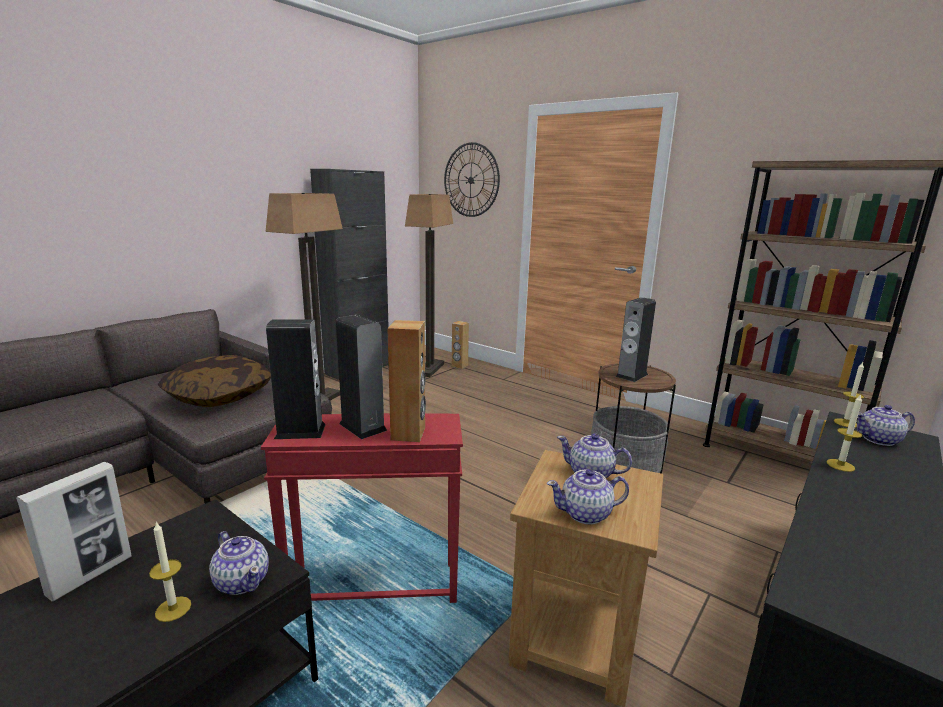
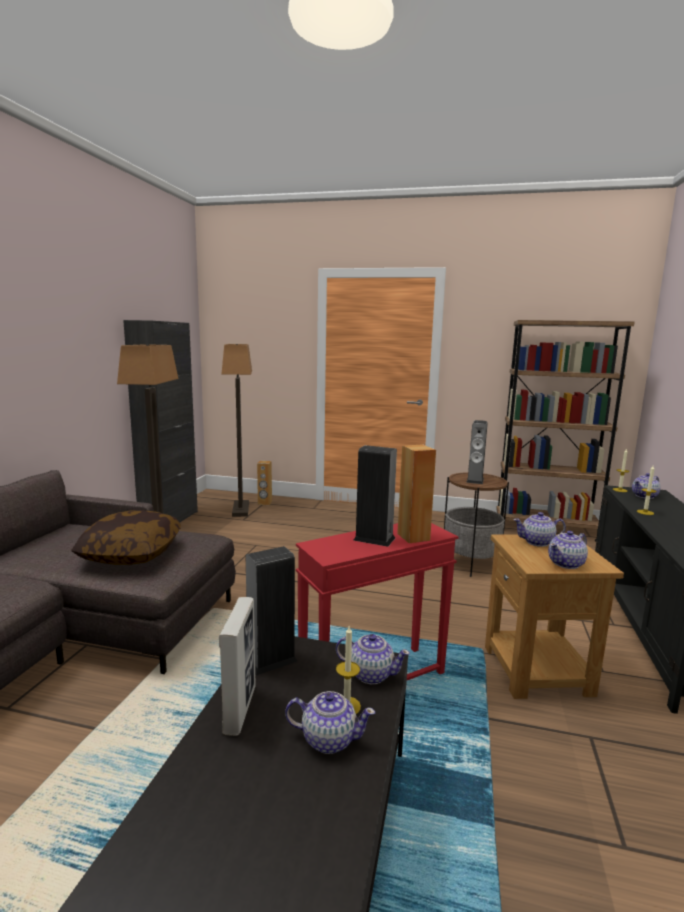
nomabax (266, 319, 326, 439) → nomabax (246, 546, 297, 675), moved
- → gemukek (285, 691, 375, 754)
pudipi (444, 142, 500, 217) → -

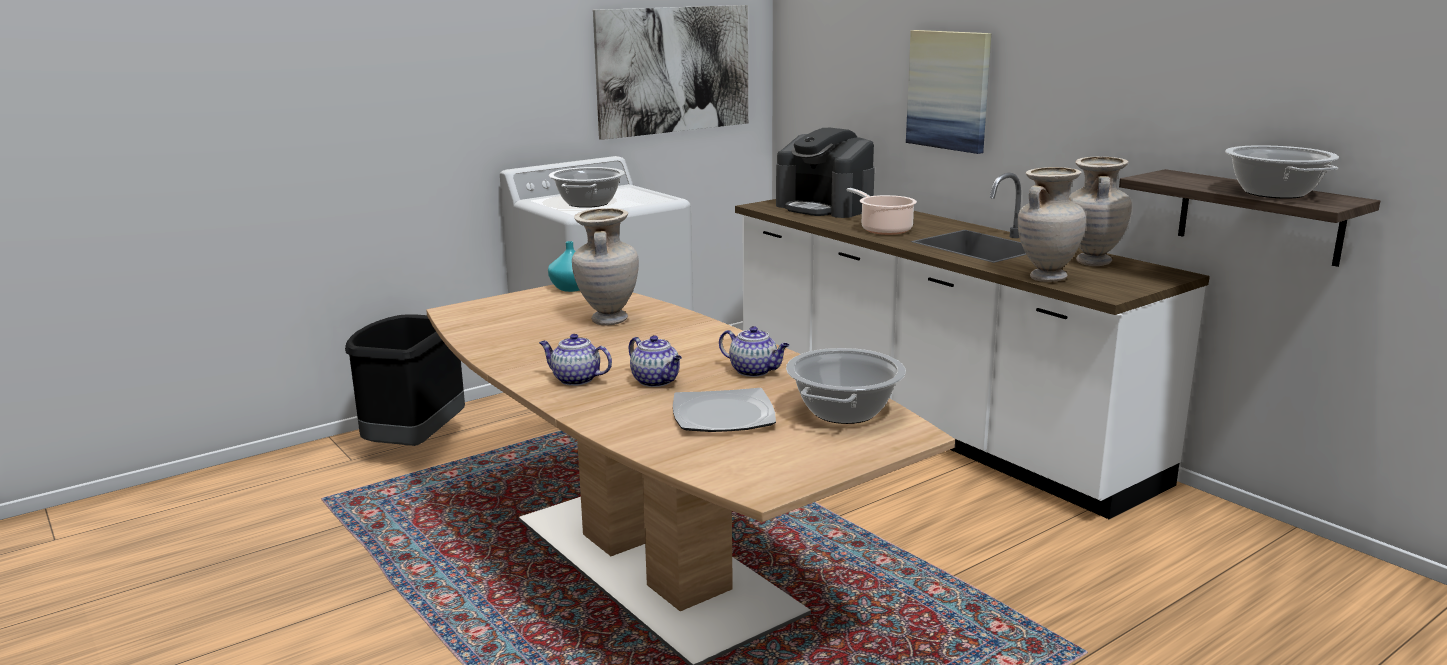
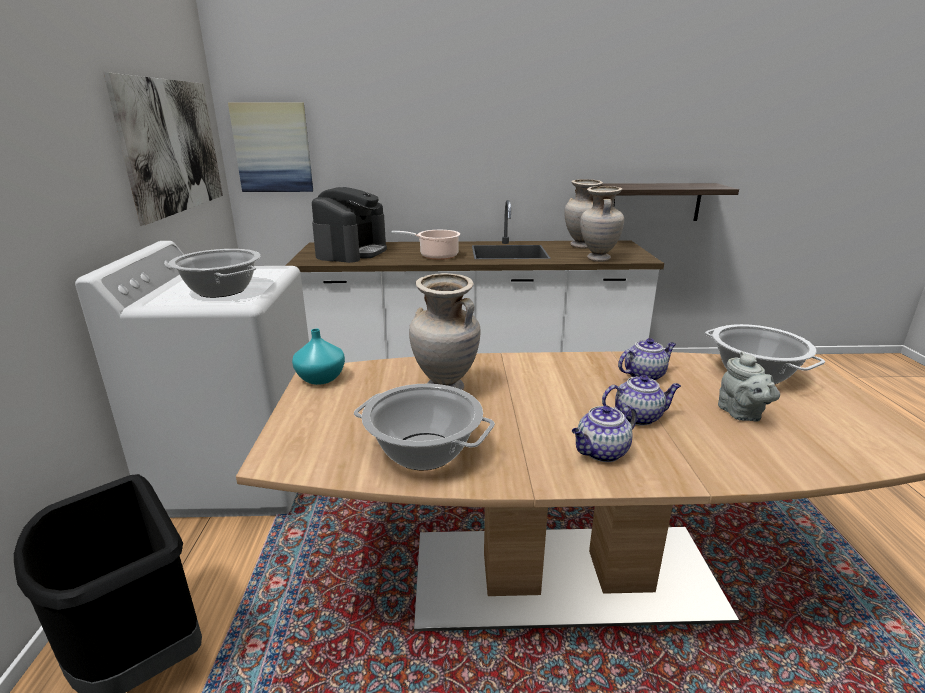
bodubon (906, 30, 991, 154) → bodubon (228, 102, 313, 192), moved
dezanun (776, 128, 875, 218) → dezanun (312, 187, 387, 263), 60 degrees counterclockwise
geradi (1225, 145, 1339, 199) → geradi (354, 384, 495, 470), moved
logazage (673, 388, 776, 432) → grey gemukek (718, 351, 780, 421)

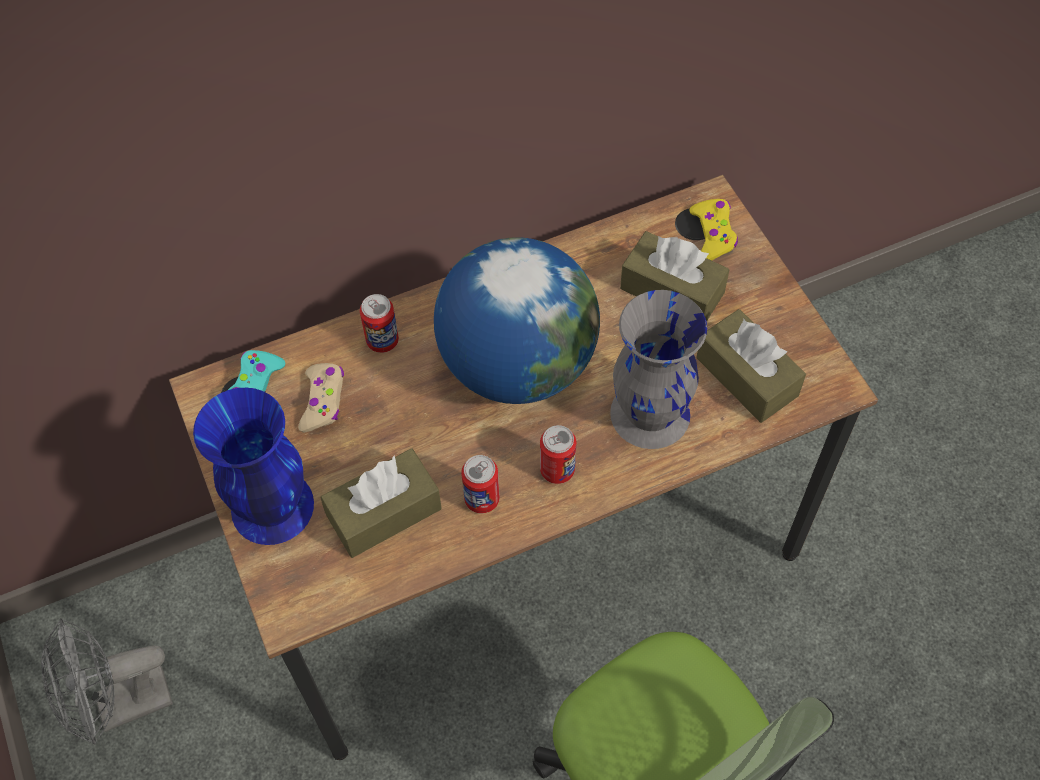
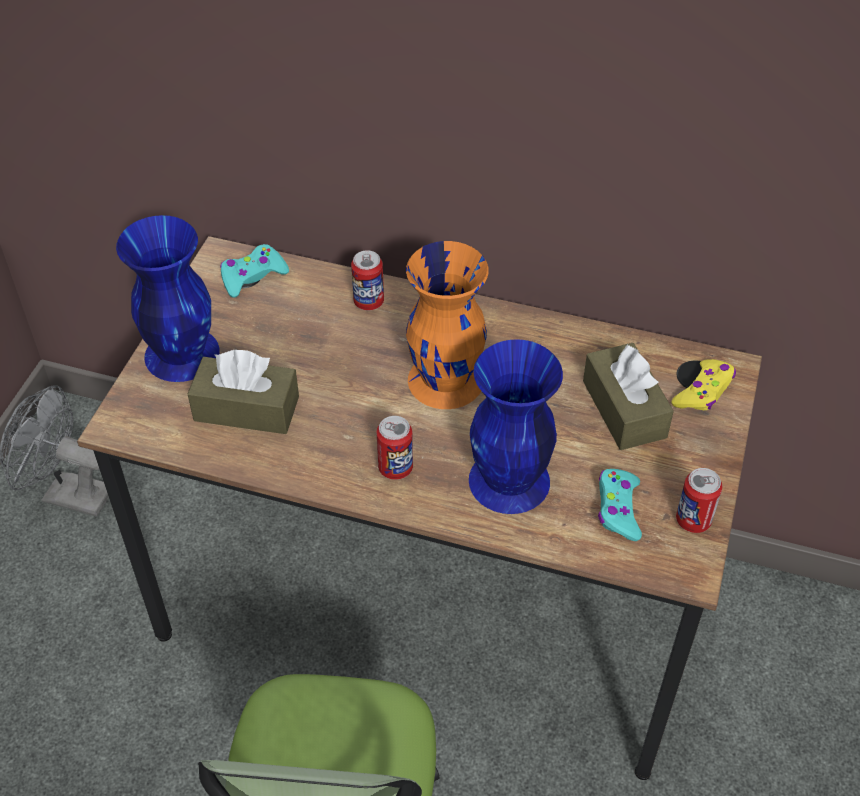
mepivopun (434, 237, 600, 404) → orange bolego (406, 241, 489, 409)
grey bolego (610, 290, 707, 449) → blue bolego (469, 339, 563, 514)
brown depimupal (696, 309, 806, 423) → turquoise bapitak (598, 469, 642, 541)
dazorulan (461, 455, 500, 513) → dazorulan (676, 468, 722, 533), moved
beige bapitak (298, 363, 344, 433) → -

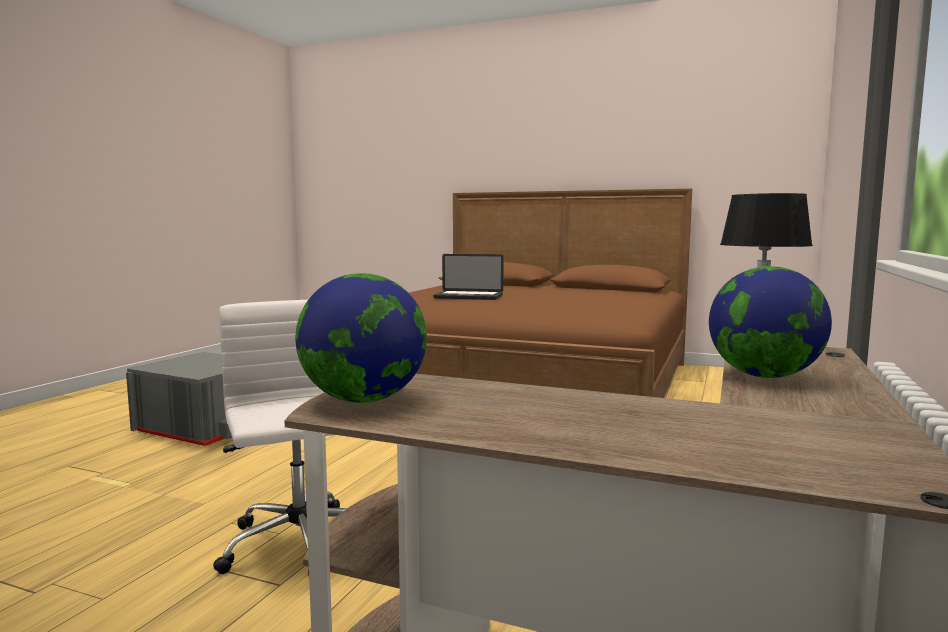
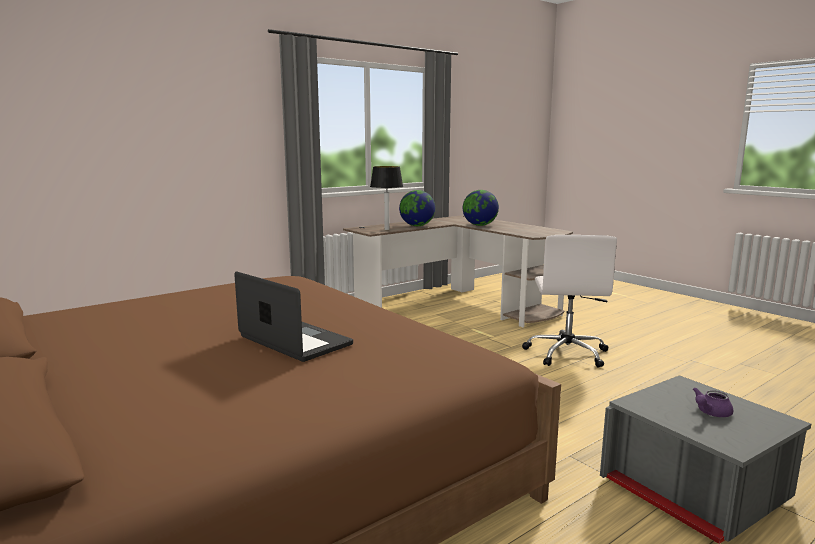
mepivopun (295, 273, 427, 403) → mepivopun (463, 190, 499, 226), moved
- → purple gemukek (693, 388, 733, 417)

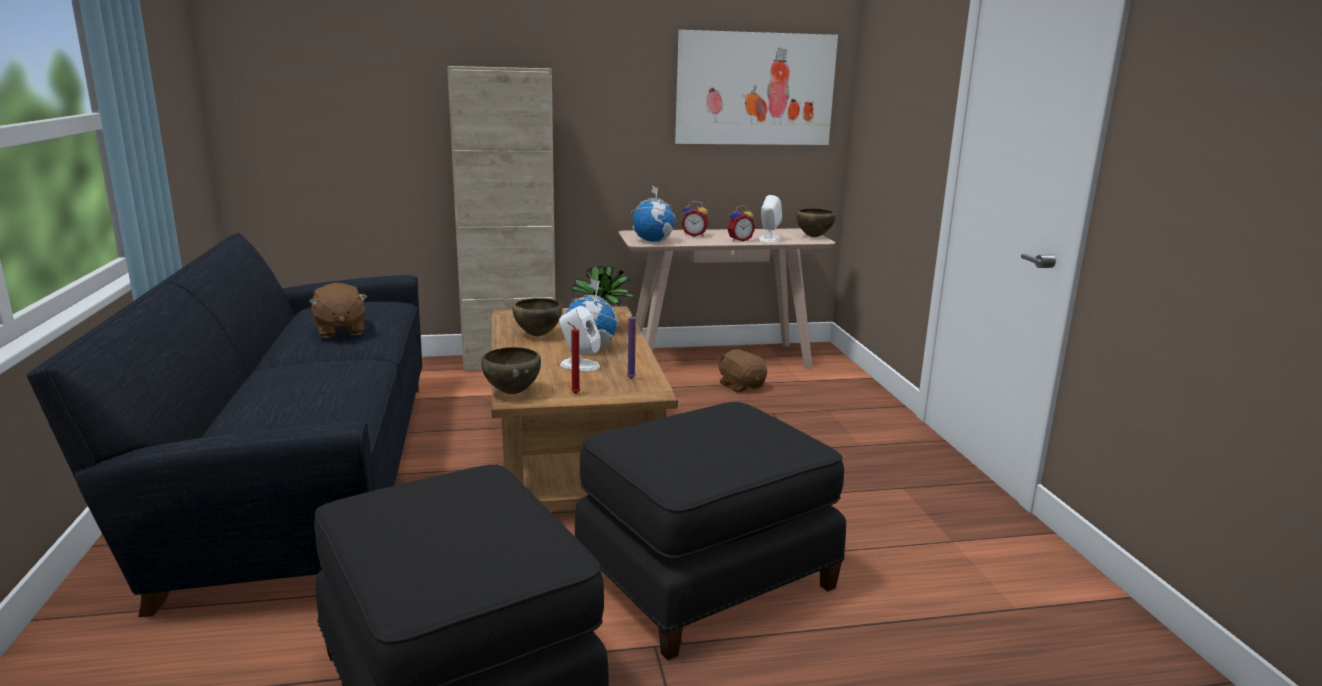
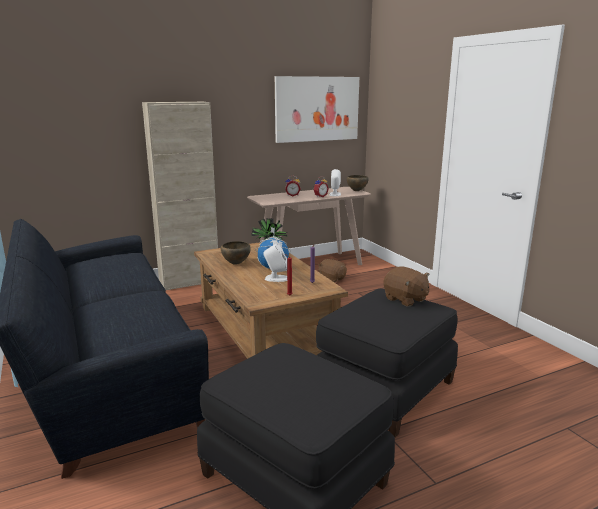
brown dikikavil (309, 283, 367, 338) → brown dikikavil (384, 266, 430, 307), moved
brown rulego (481, 347, 541, 394) → -
mepivopun (630, 185, 677, 242) → -

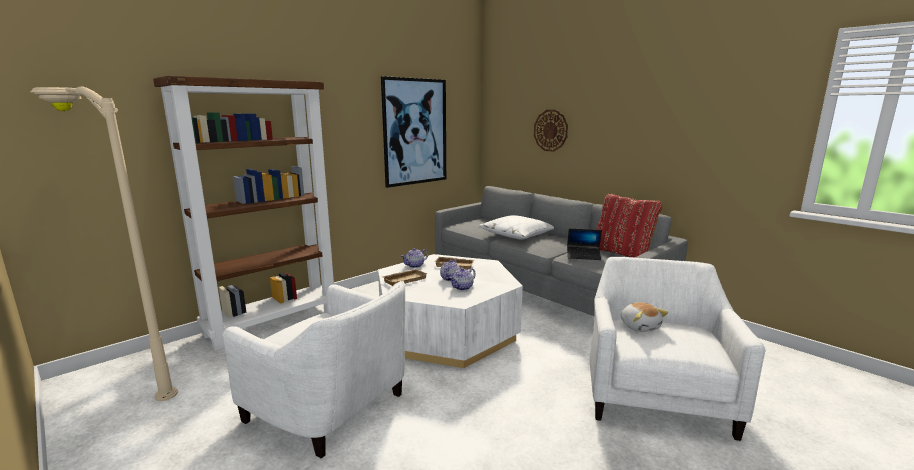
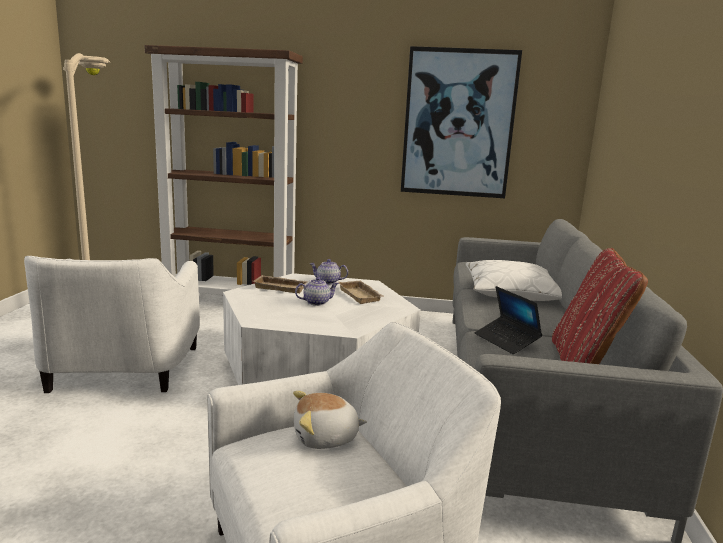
dikikavil (621, 302, 668, 332) → dikikavil (293, 391, 367, 449), 45 degrees clockwise
gemukek (449, 268, 476, 290) → -
pudipi (534, 110, 568, 152) → -

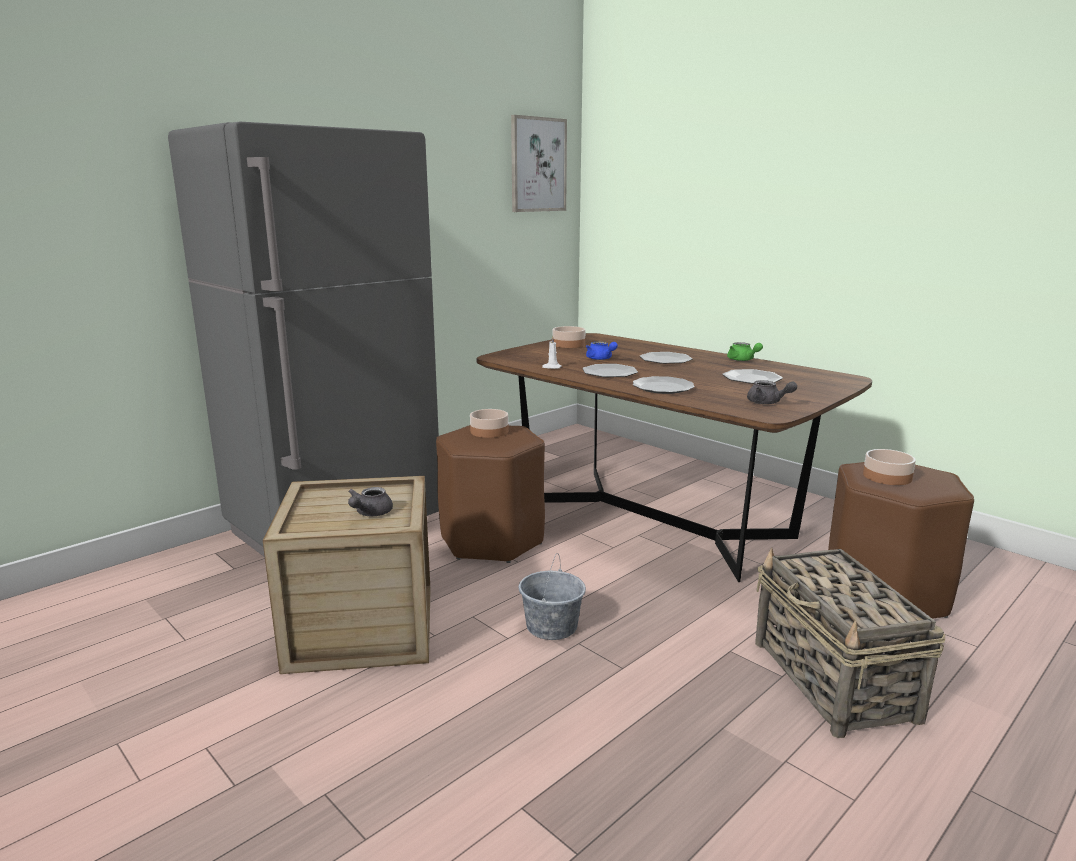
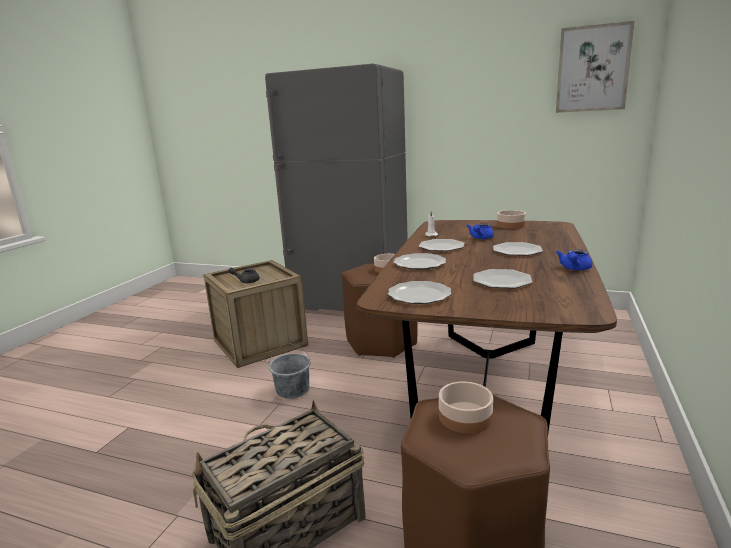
grey gemukek (747, 380, 797, 404) → logazage (388, 281, 451, 304)
green gemukek (727, 342, 763, 361) → blue gemukek (556, 249, 592, 270)

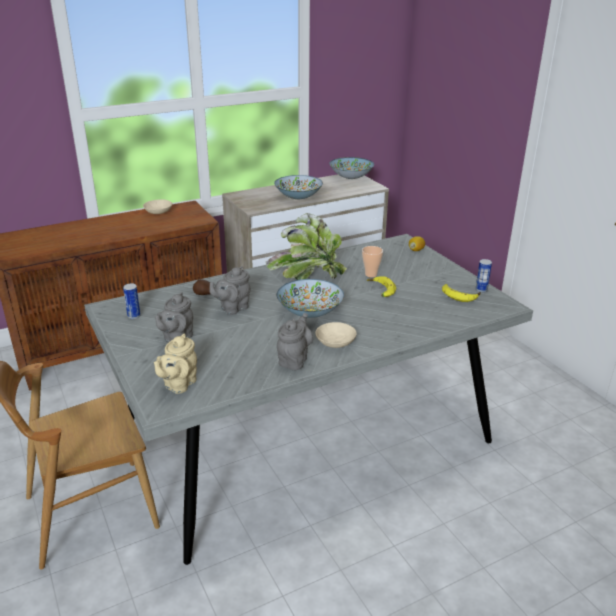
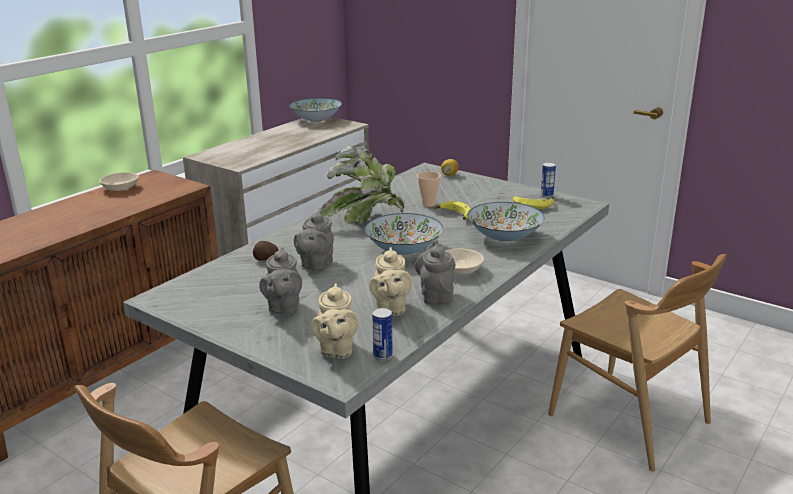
- → beige gemukek (369, 247, 412, 316)
dazorulan (123, 283, 141, 319) → dazorulan (372, 308, 393, 361), moved
rulego (274, 175, 323, 199) → rulego (468, 202, 545, 241), moved
- → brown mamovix (548, 254, 726, 472)

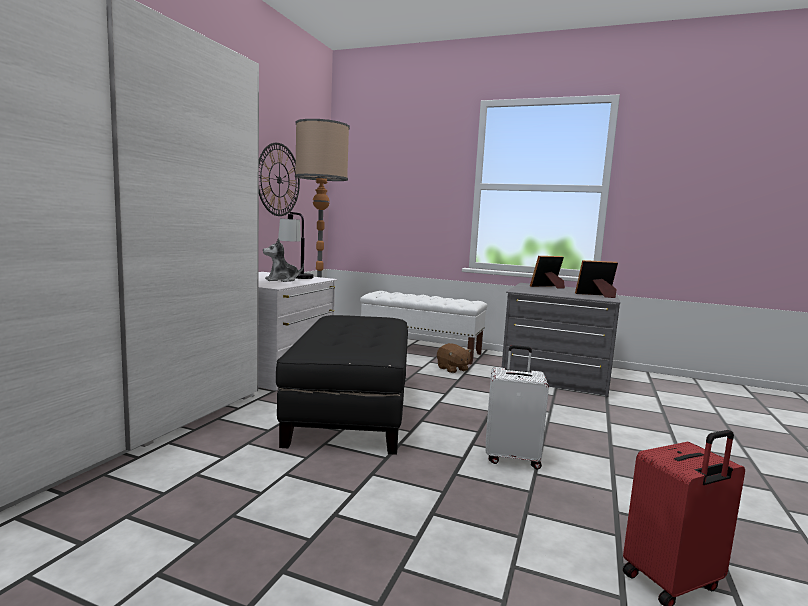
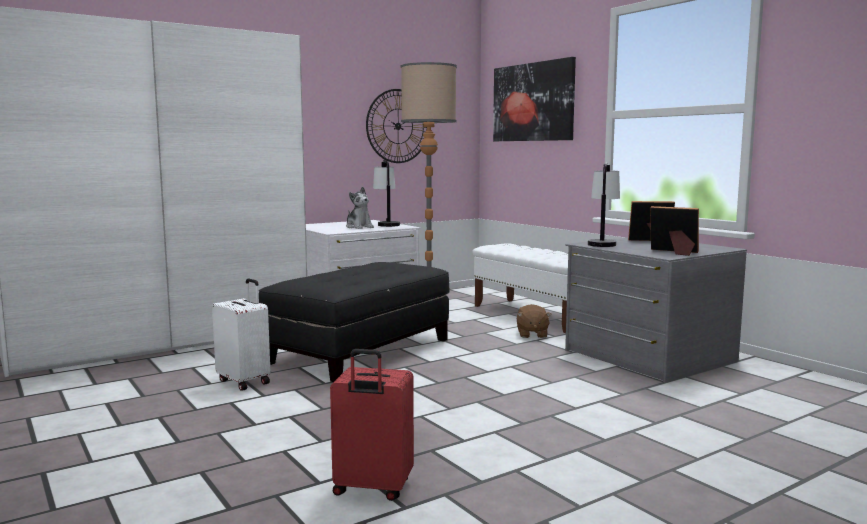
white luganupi (486, 345, 549, 469) → white luganupi (212, 278, 270, 391), moved
dikikavil (263, 238, 304, 282) → dikikavil (346, 186, 374, 229), 135 degrees counterclockwise
- → bodubon (493, 57, 576, 141)
- → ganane (588, 162, 620, 247)

